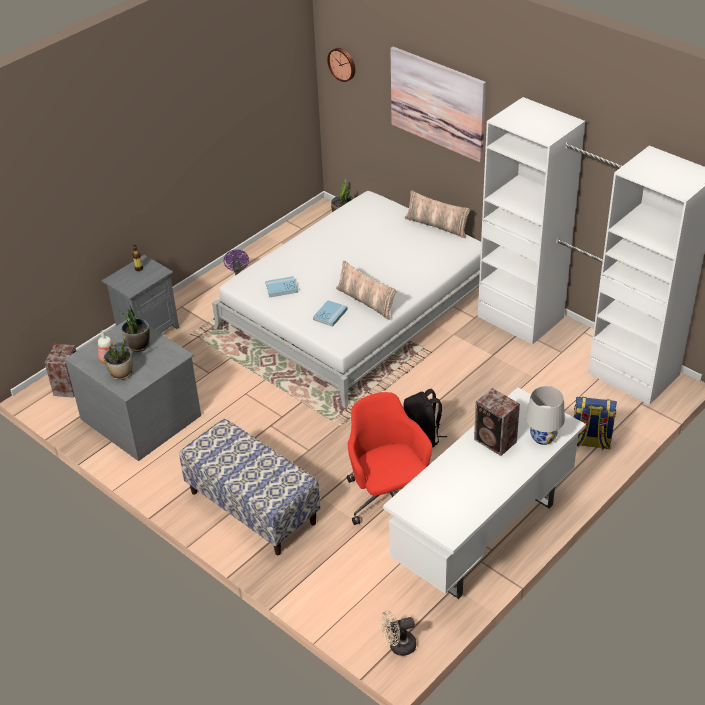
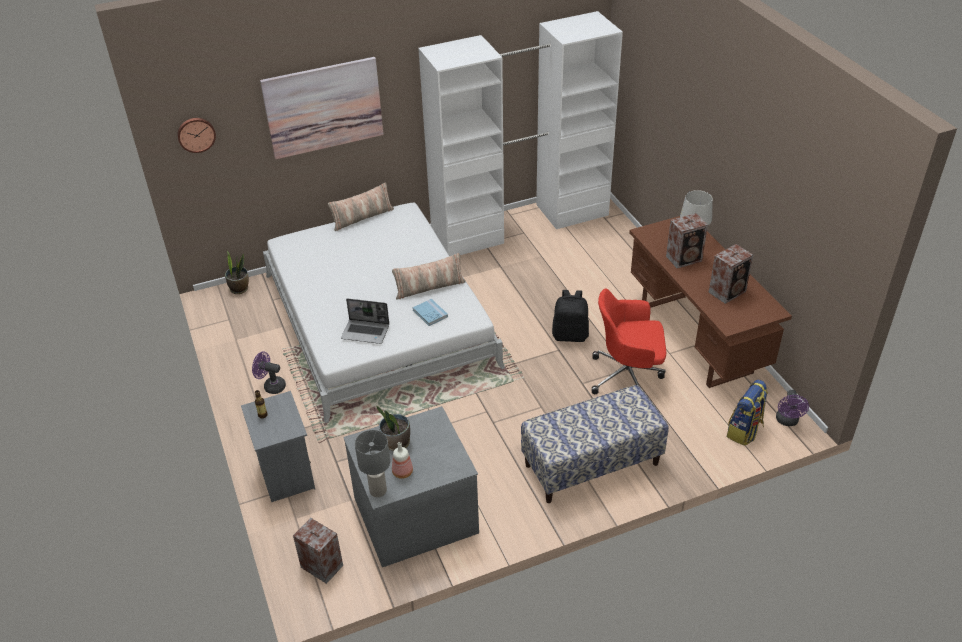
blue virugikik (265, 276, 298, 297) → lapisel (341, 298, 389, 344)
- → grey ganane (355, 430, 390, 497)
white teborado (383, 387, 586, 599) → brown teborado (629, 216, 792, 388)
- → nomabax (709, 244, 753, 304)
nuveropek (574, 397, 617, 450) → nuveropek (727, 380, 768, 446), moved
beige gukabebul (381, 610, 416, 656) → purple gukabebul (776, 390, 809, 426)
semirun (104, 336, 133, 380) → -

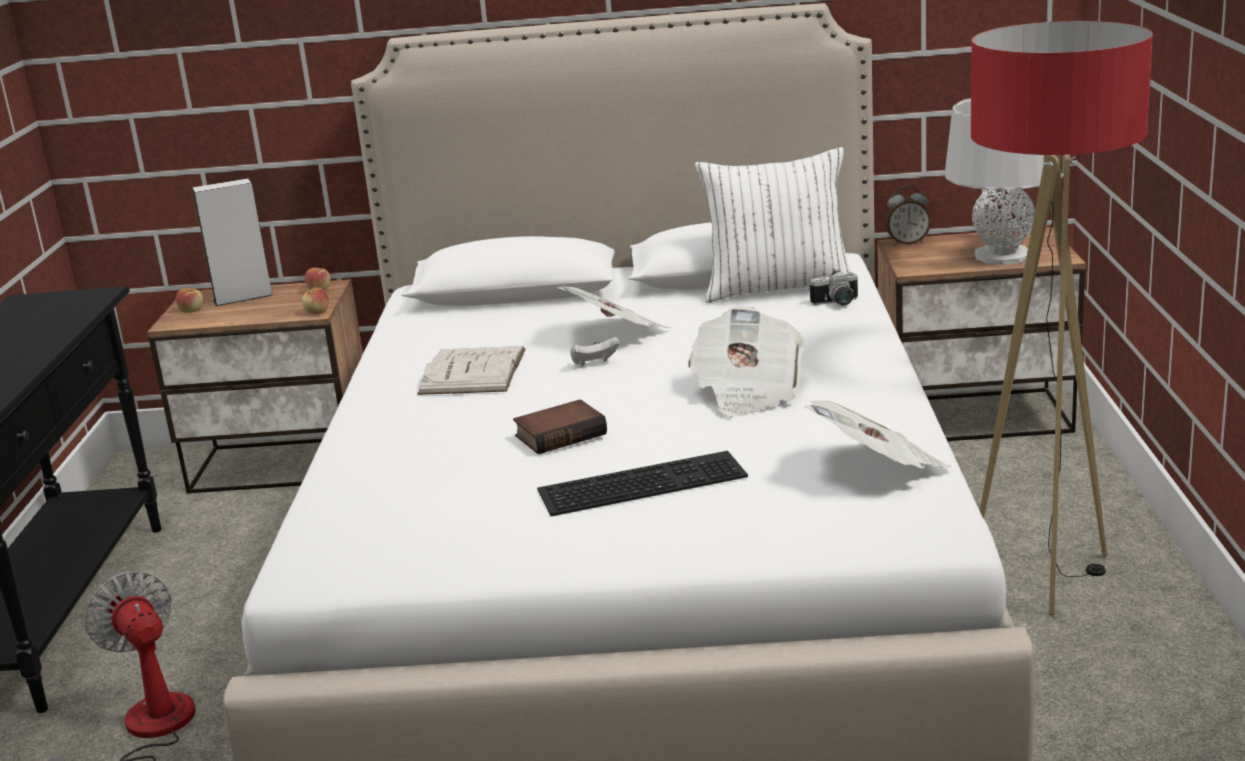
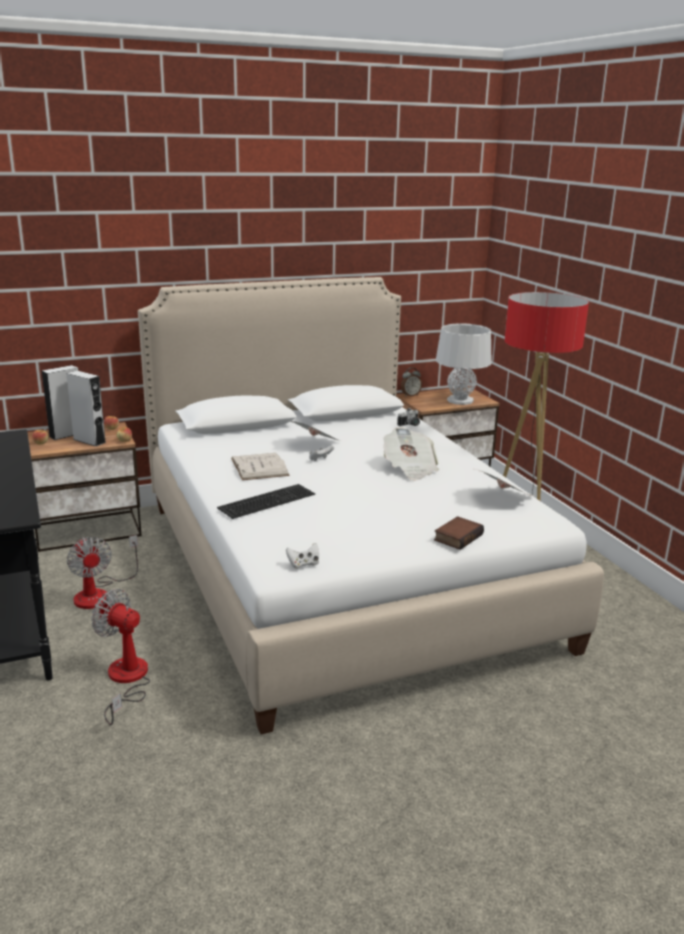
- → grey nomabax (66, 371, 106, 447)
- → gukabebul (67, 535, 138, 609)
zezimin (537, 451, 748, 516) → zezimin (217, 484, 315, 519), moved
- → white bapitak (286, 543, 319, 569)
virugikik (513, 399, 607, 454) → virugikik (434, 516, 484, 550), moved
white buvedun (695, 147, 852, 303) → -

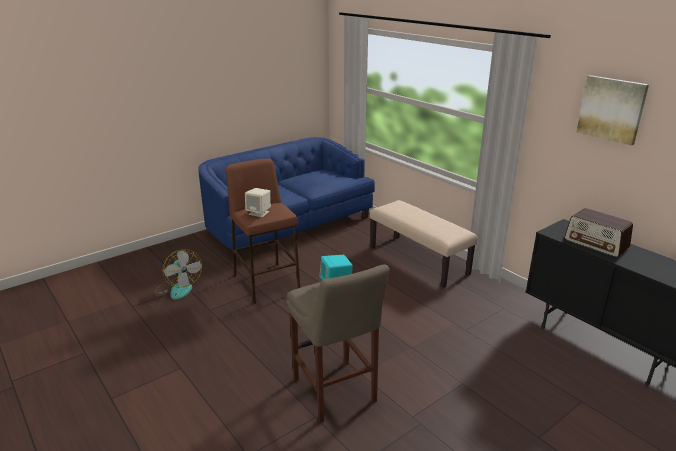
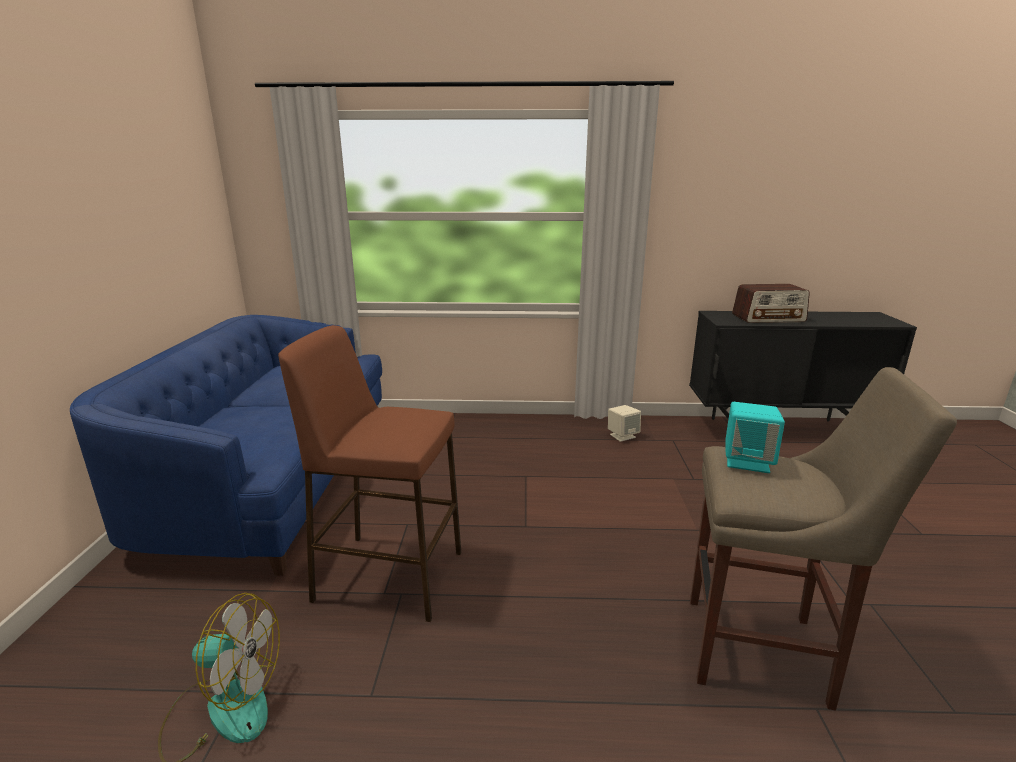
beige nomabax (245, 188, 271, 217) → beige nomabax (608, 405, 641, 442), moved
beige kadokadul (370, 200, 478, 288) → -
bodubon (576, 75, 649, 145) → -

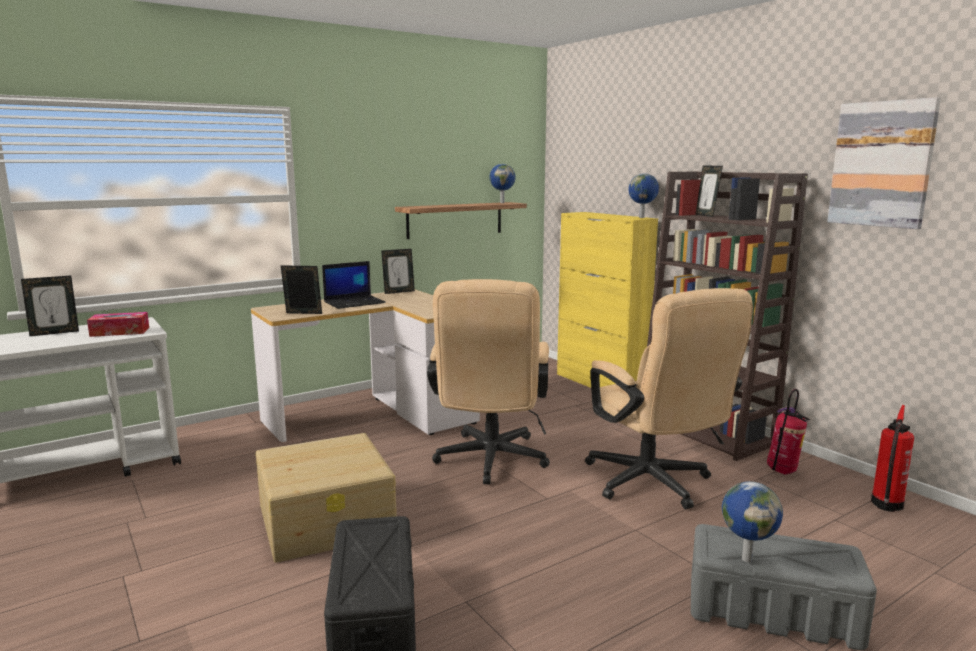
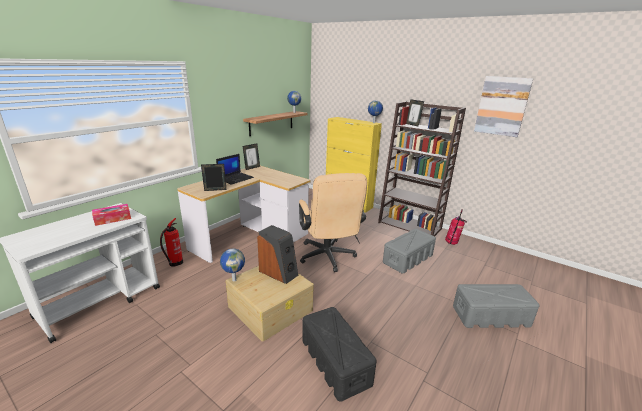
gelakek (871, 405, 914, 512) → gelakek (160, 218, 183, 267), moved
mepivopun (722, 481, 783, 562) → mepivopun (220, 249, 245, 281), moved
- → nomabax (257, 225, 298, 284)
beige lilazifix (585, 288, 753, 509) → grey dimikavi (383, 229, 436, 273)
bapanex (21, 276, 79, 336) → -

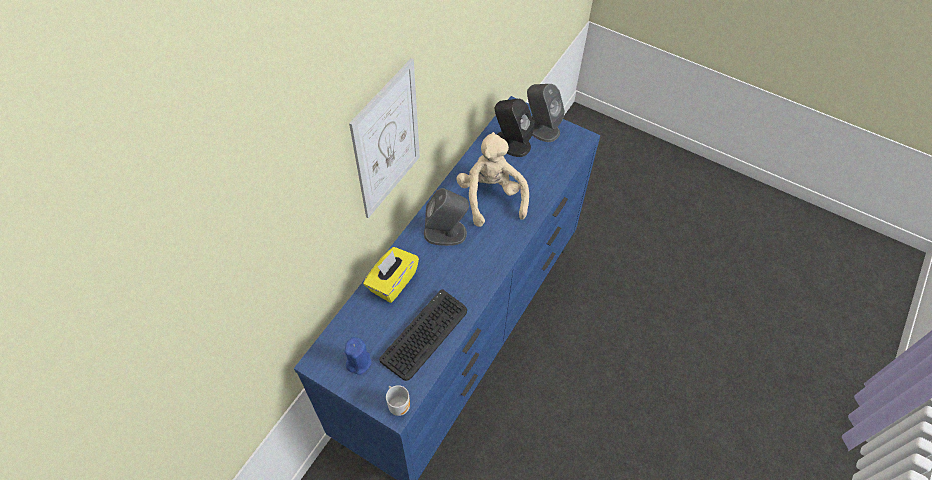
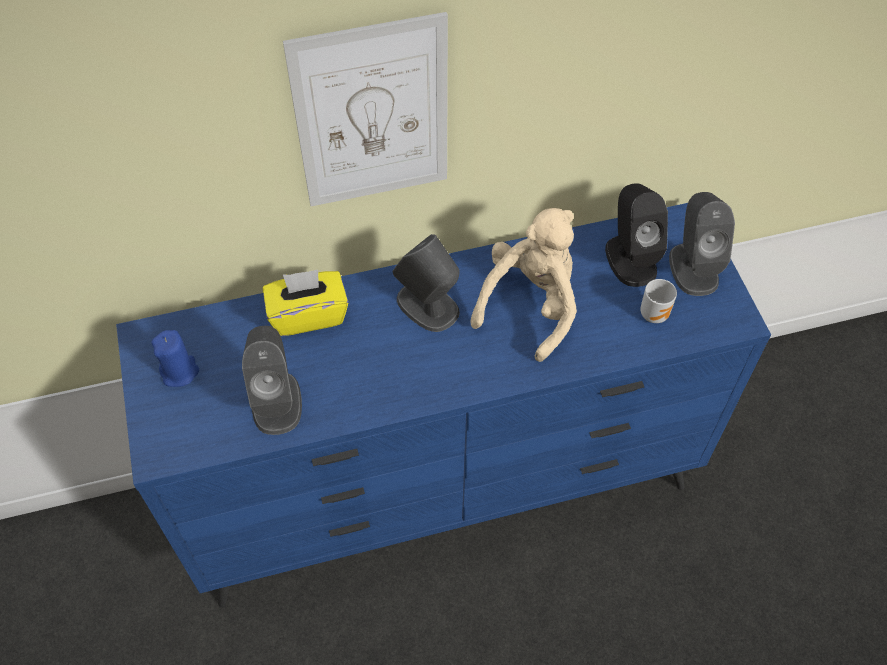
zezimin (379, 289, 467, 381) → grey nomabax (242, 326, 302, 435)
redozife (386, 385, 410, 416) → redozife (640, 279, 677, 323), moved

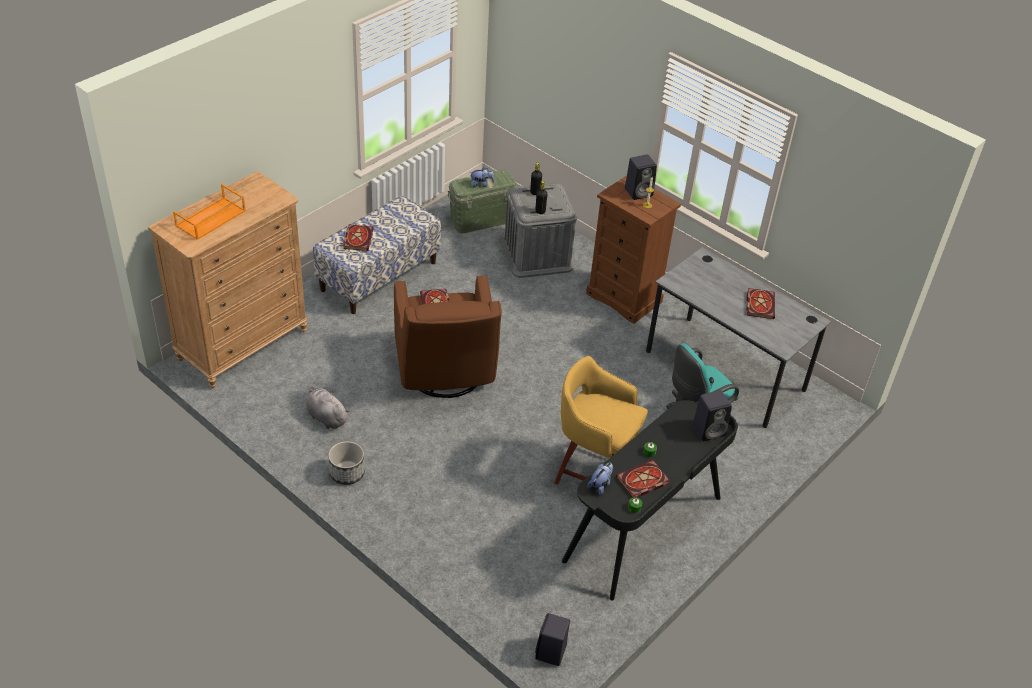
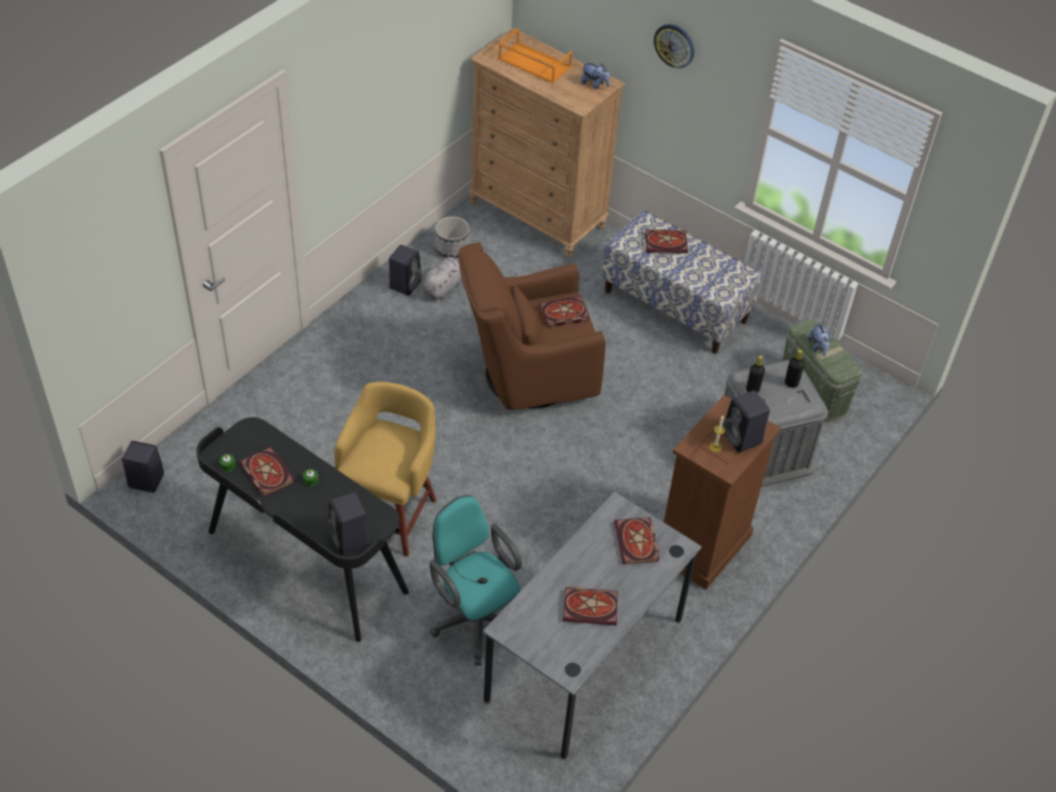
- → black nomabax (389, 245, 422, 296)
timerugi (328, 441, 365, 485) → timerugi (435, 216, 470, 258), moved
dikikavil (588, 463, 613, 495) → dikikavil (581, 63, 610, 89), moved
- → virugikik (614, 517, 660, 564)
- → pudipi (654, 24, 694, 68)

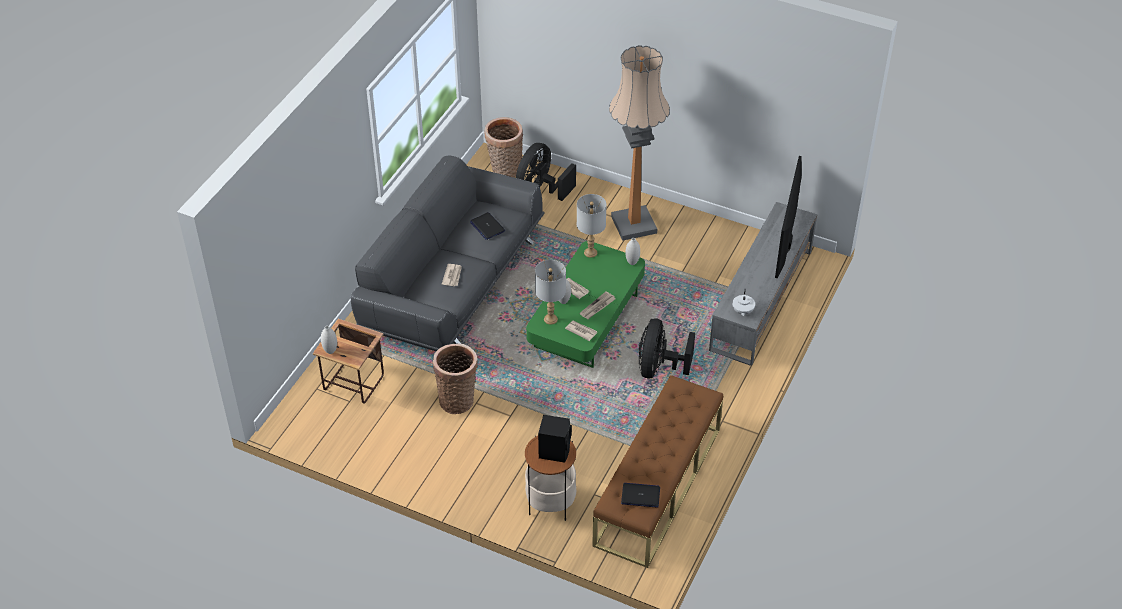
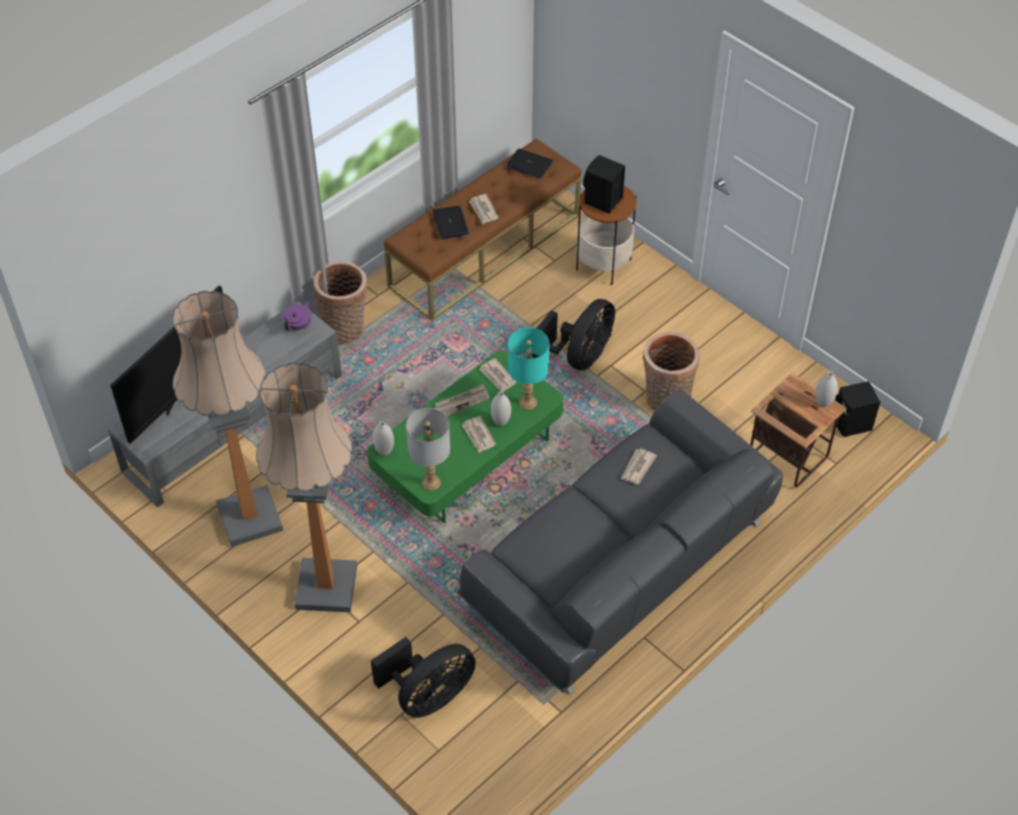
- → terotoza (172, 291, 283, 547)
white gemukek (732, 289, 755, 316) → purple gemukek (282, 300, 312, 331)
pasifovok (484, 117, 523, 177) → pasifovok (313, 261, 368, 345), moved
lapisel (470, 212, 505, 240) → lapisel (432, 206, 469, 239), moved
- → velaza (469, 194, 499, 224)
grey ganane (535, 260, 566, 325) → turquoise ganane (508, 328, 550, 410)
black gukabebul (639, 319, 695, 378) → black gukabebul (531, 299, 615, 370), moved
- → black nomabax (835, 381, 880, 437)

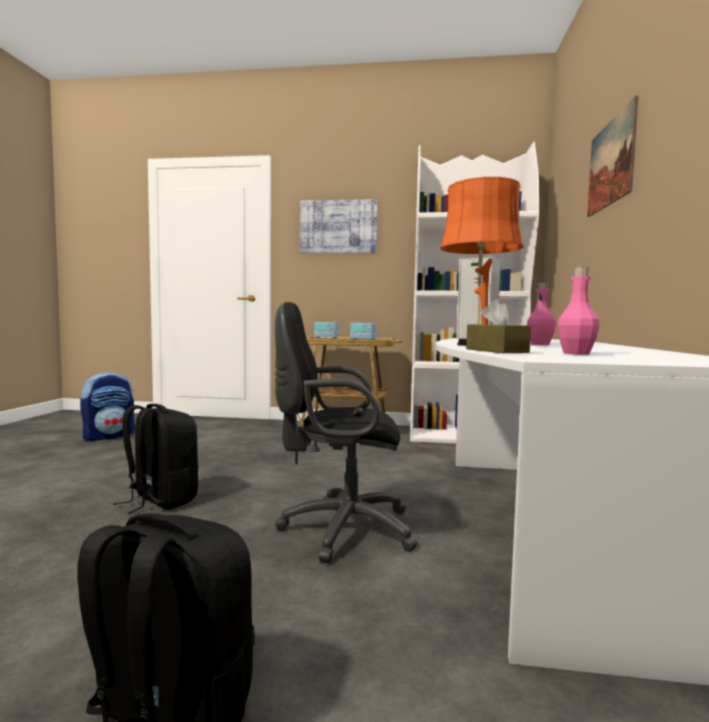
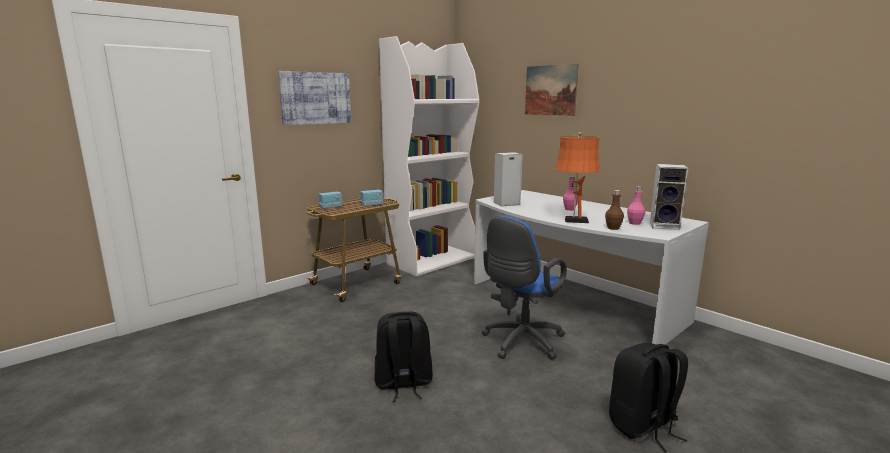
black lilazifix (275, 302, 418, 563) → blue lilazifix (481, 216, 567, 360)
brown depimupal (466, 300, 531, 353) → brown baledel (605, 190, 624, 230)
- → nomabax (650, 164, 688, 230)
nuveropek (80, 372, 135, 441) → -

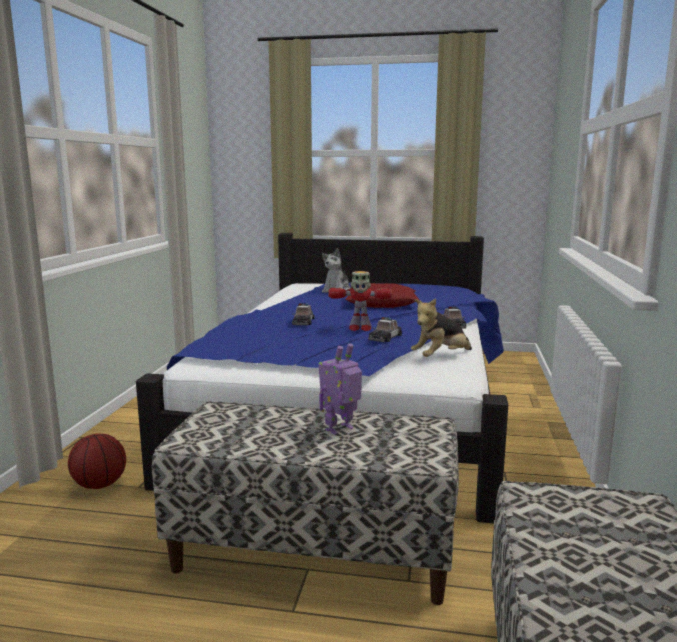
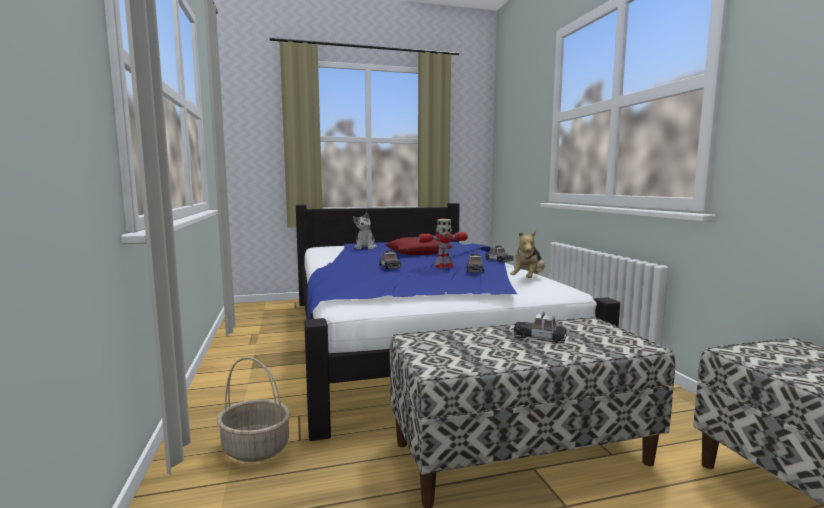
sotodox (68, 433, 126, 489) → pasifovok (217, 357, 290, 462)
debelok (318, 343, 362, 435) → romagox (514, 312, 567, 343)

